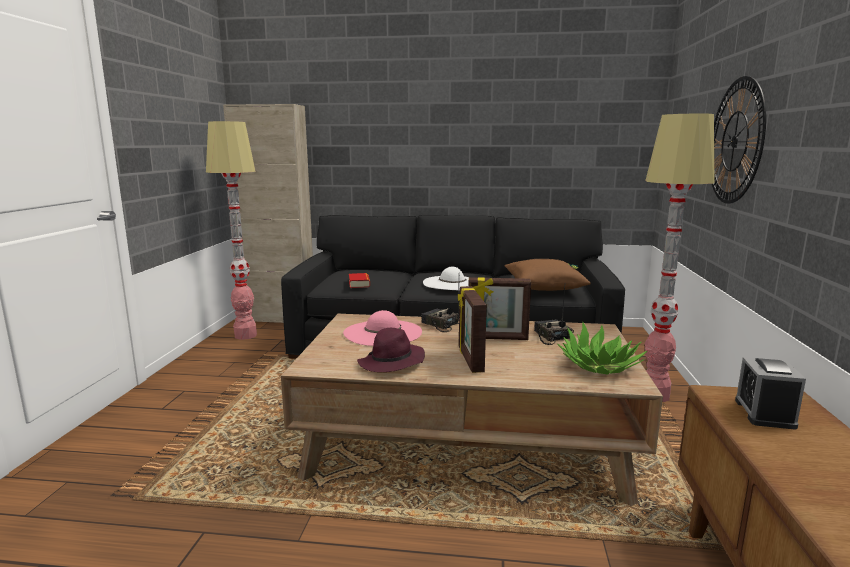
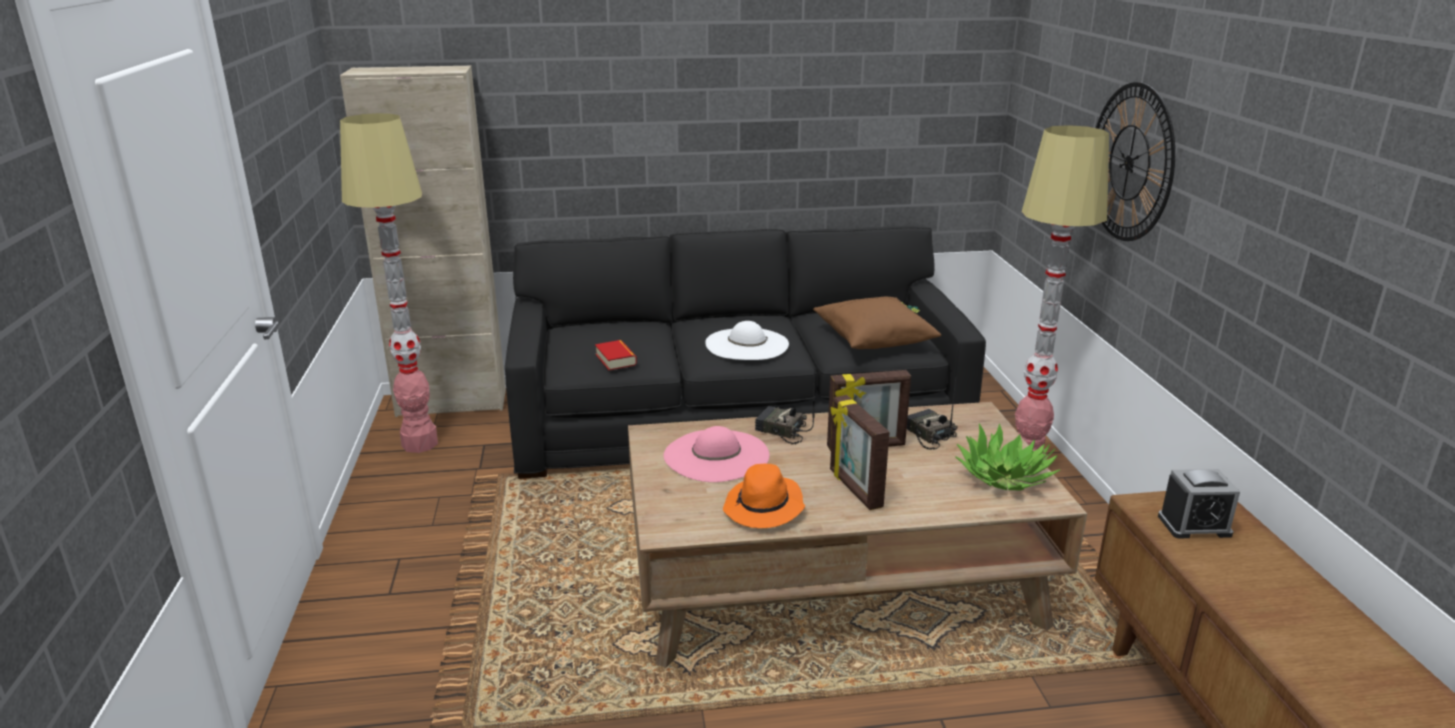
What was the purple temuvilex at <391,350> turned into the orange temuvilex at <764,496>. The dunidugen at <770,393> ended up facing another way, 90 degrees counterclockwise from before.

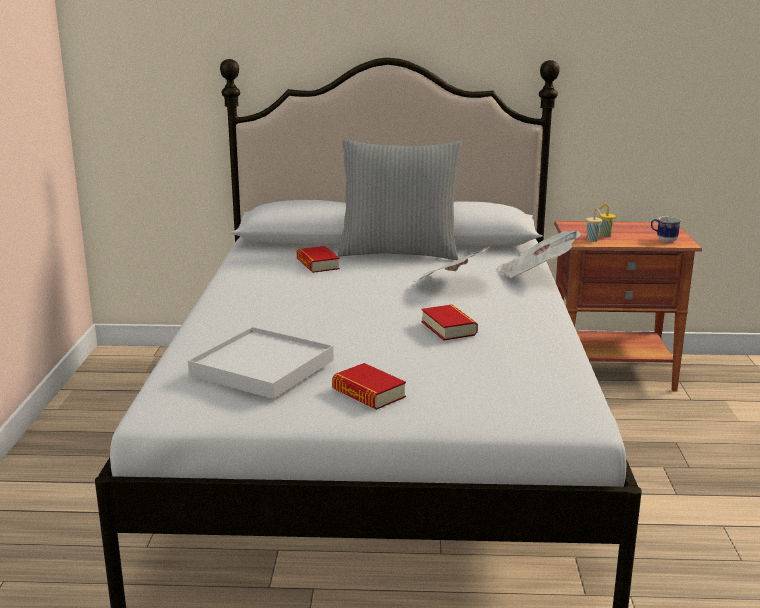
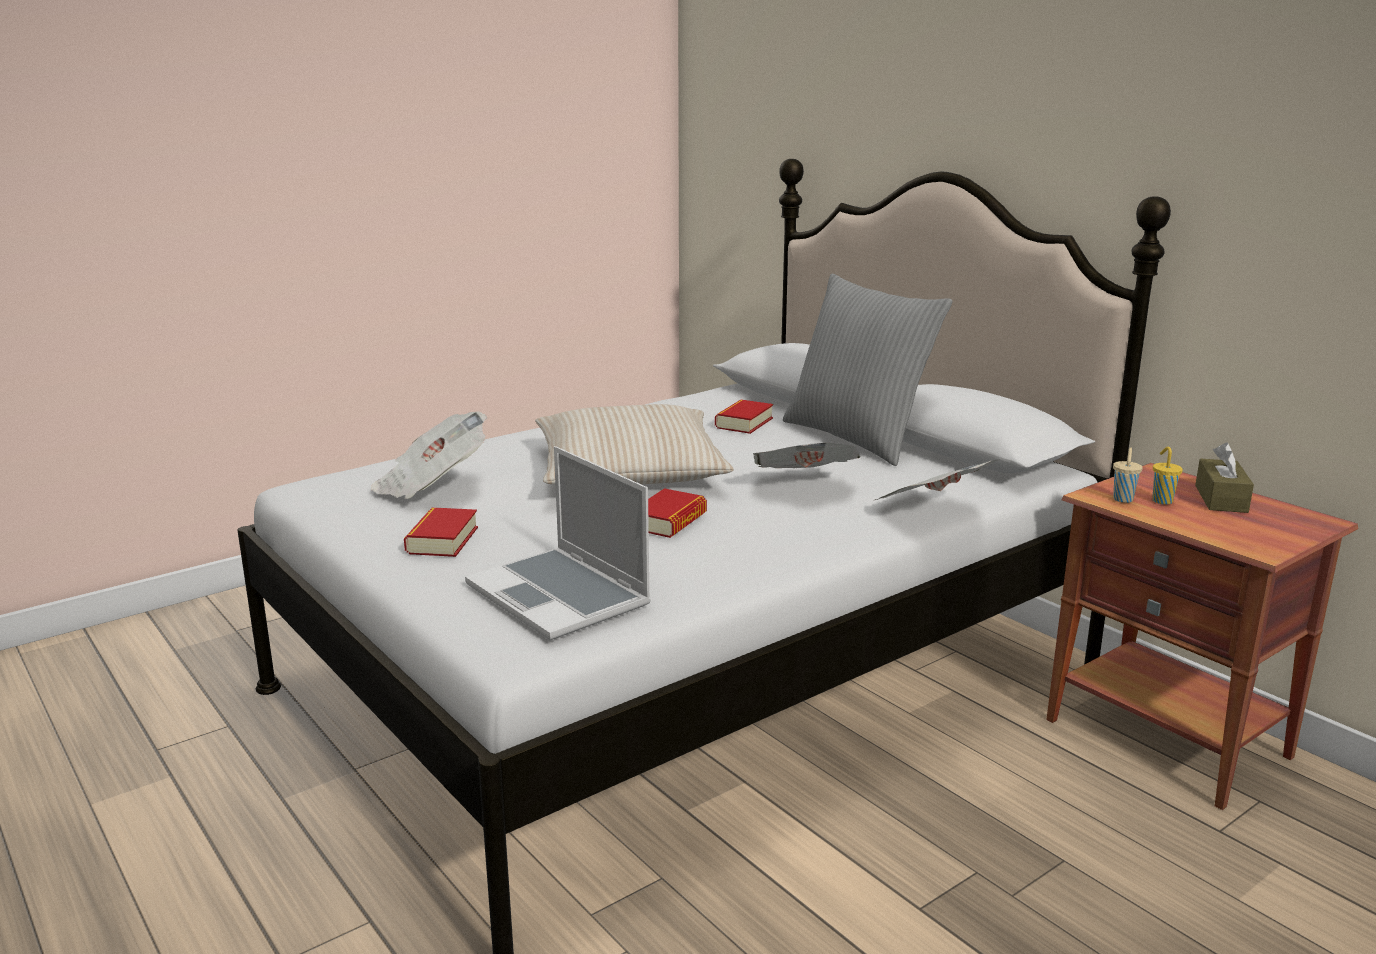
The second view lost the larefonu at <666,229>. Where the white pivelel stood at <261,363>, the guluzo came to stand at <429,455>. The second view gained the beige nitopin at <634,444>. The second view gained the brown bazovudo at <1224,477>. The second view gained the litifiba at <558,543>.

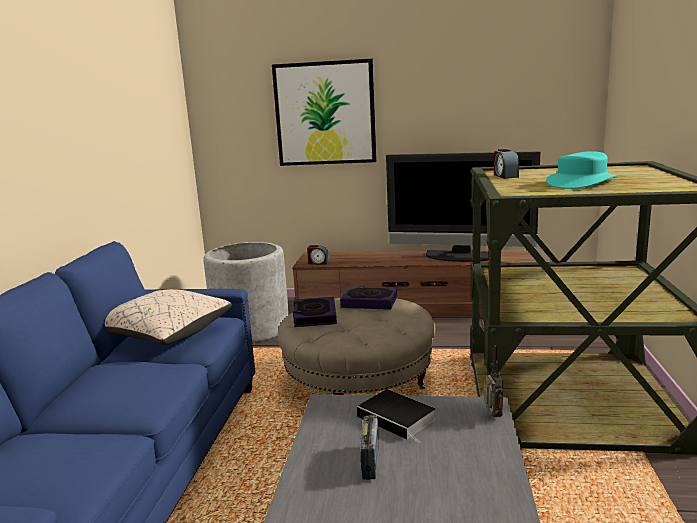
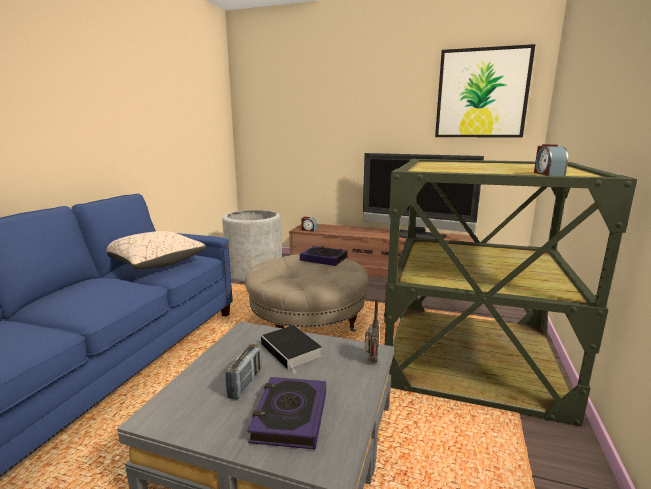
The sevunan ended up elsewhere, having gone from <324,112> to <485,91>. The dunidugen ended up elsewhere, having gone from <506,164> to <551,160>. The second view lost the turquoise temuvilex at <582,170>. The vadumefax ended up elsewhere, having gone from <315,312> to <287,413>.

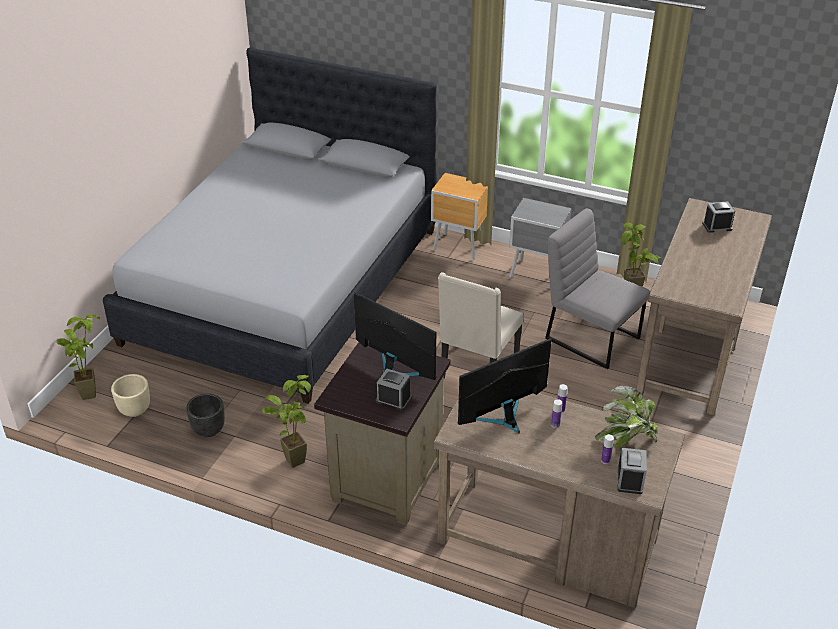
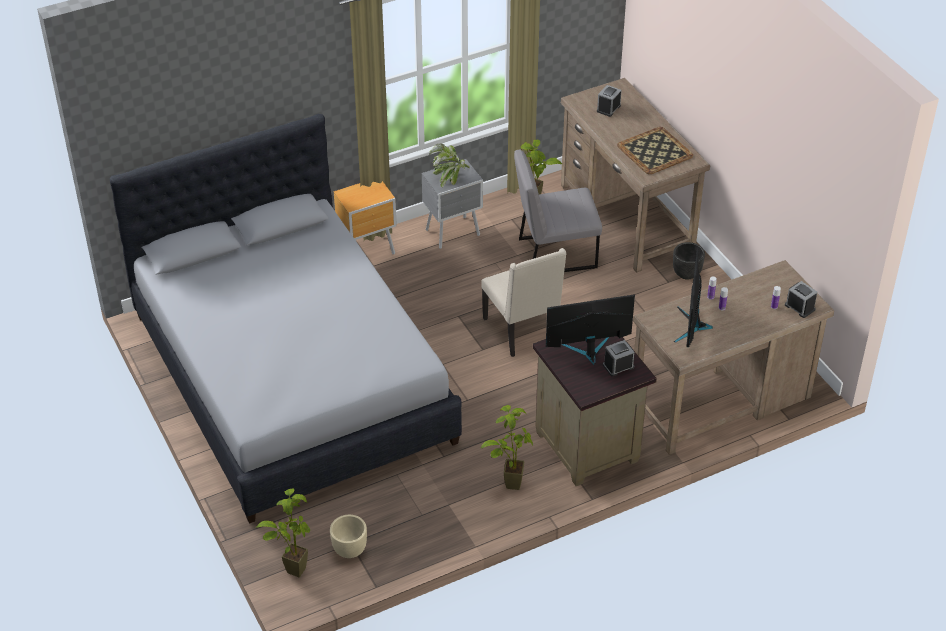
The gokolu ended up elsewhere, having gone from <627,417> to <449,165>. The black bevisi ended up elsewhere, having gone from <205,415> to <689,261>. The second view gained the pivelel at <655,150>.

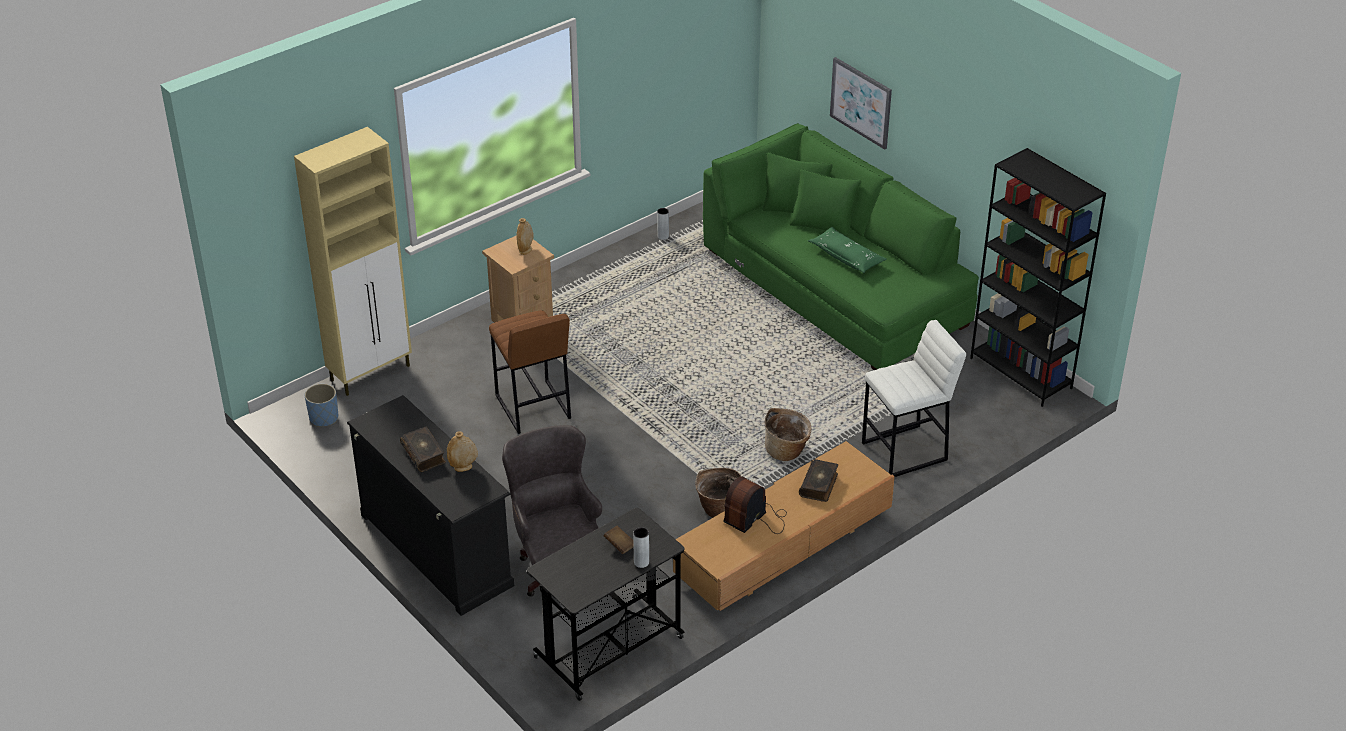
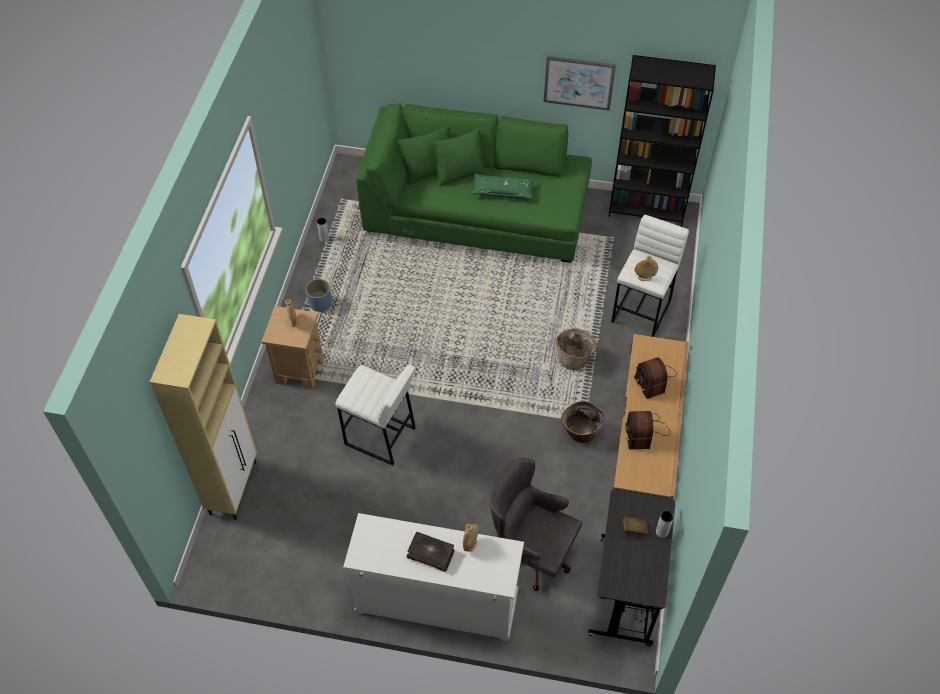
The sevunan ended up elsewhere, having gone from <861,103> to <579,83>. What was the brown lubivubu at <530,372> turned into the white lubivubu at <376,415>. The blue bevisi ended up elsewhere, having gone from <321,405> to <319,295>. What was the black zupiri at <430,505> turned into the white zupiri at <433,577>. Where the vadumefax stood at <818,480>, the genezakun came to stand at <655,378>. The second view gained the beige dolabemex at <646,268>.

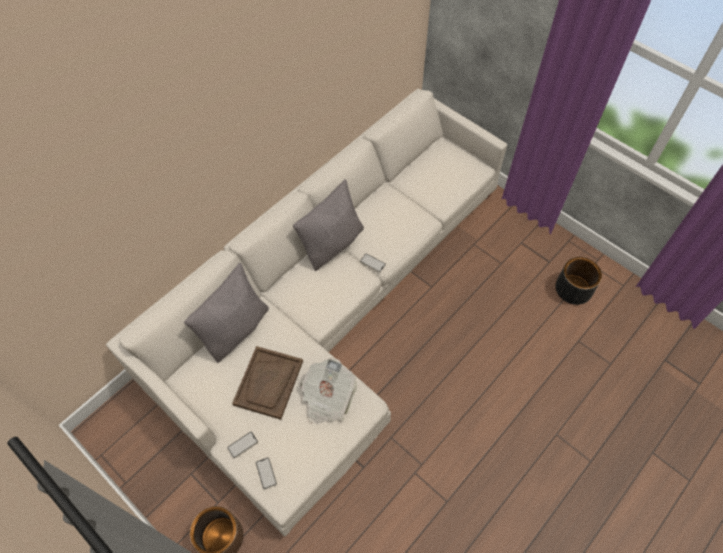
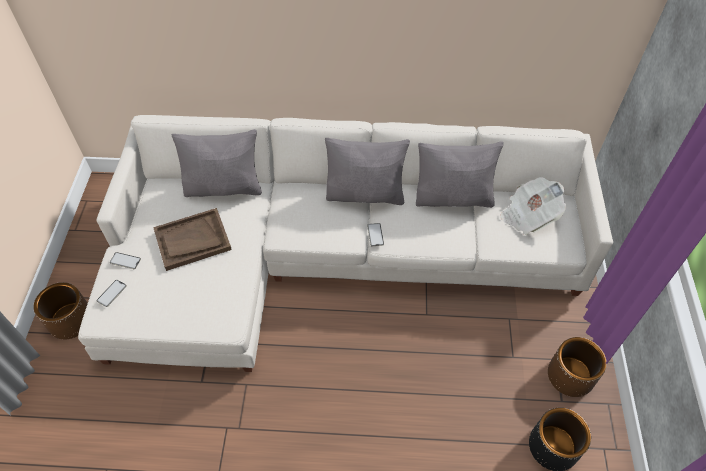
The guluzo ended up elsewhere, having gone from <328,391> to <533,206>. The second view gained the grey nitopin at <460,174>. The second view gained the brown bevisi at <577,367>.

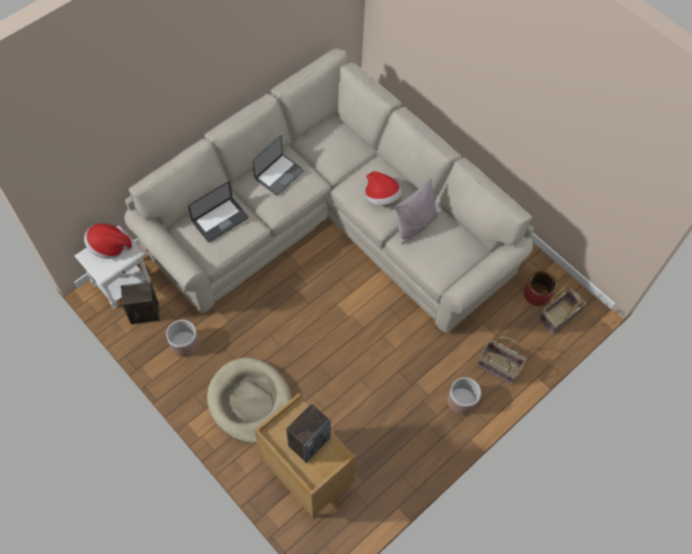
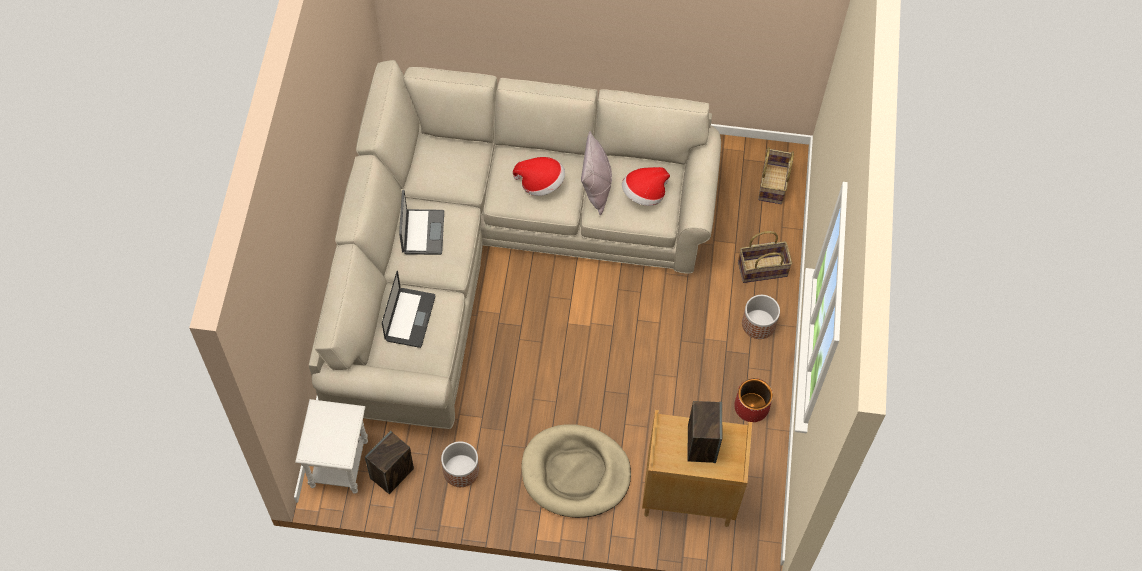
The temuvilex ended up elsewhere, having gone from <108,241> to <646,186>. The red bevisi ended up elsewhere, having gone from <540,288> to <753,400>.

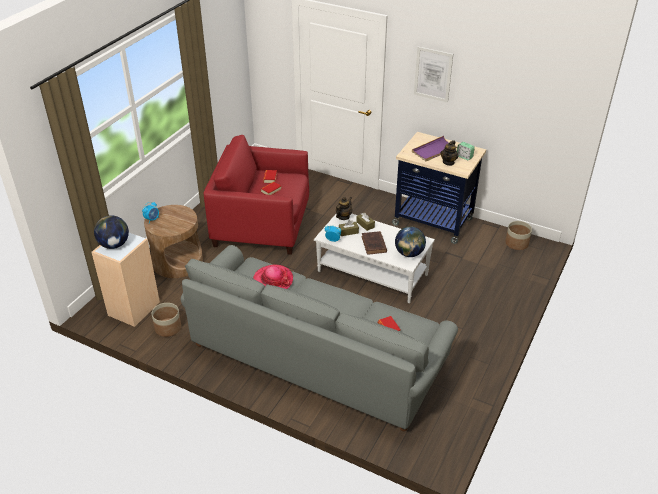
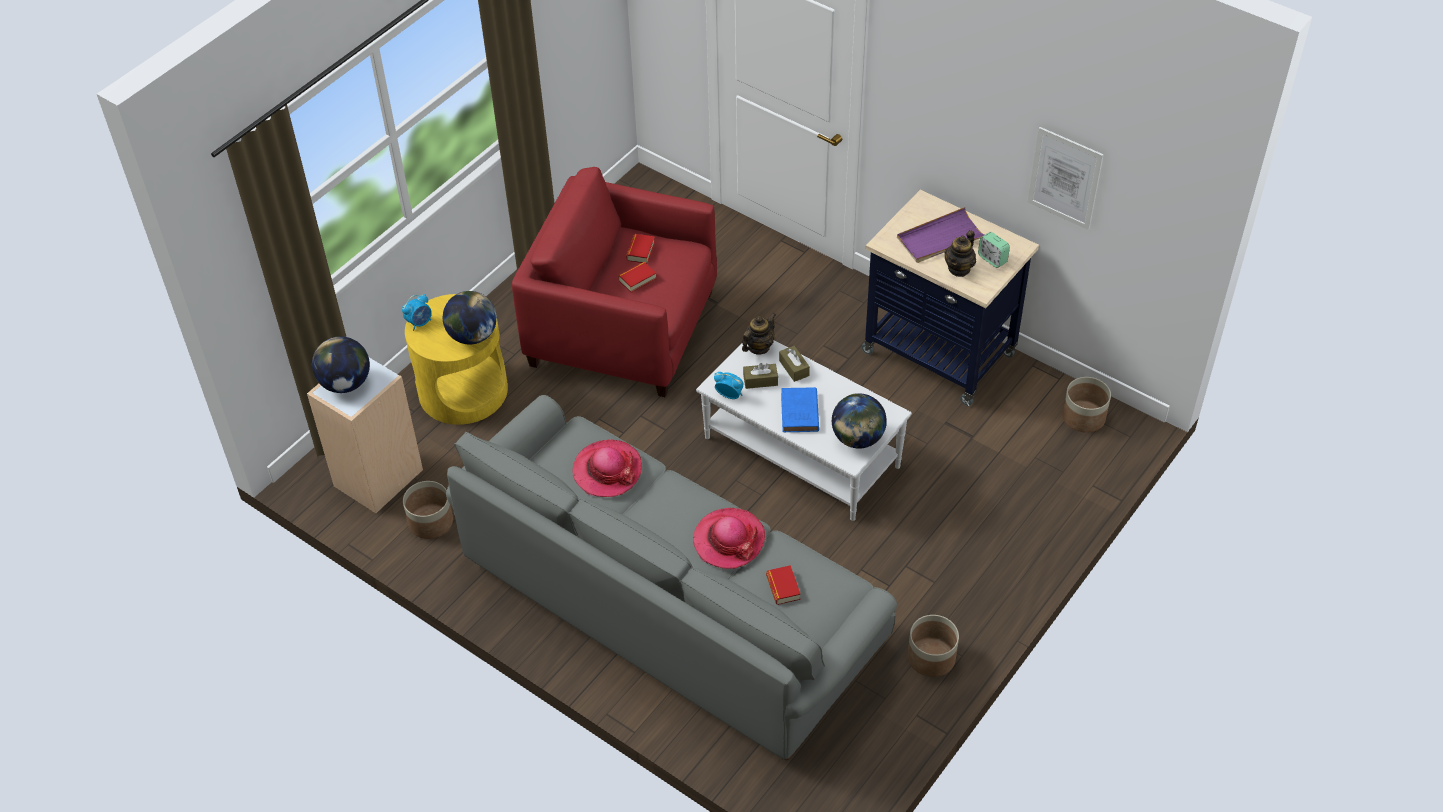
The sevunan ended up elsewhere, having gone from <433,74> to <1066,178>. What was the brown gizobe at <173,241> turned into the yellow gizobe at <456,359>. What was the brown vadumefax at <374,243> turned into the blue vadumefax at <800,409>. The second view gained the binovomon at <470,318>. The second view gained the temuvilex at <729,538>. The second view gained the bevisi at <933,646>.

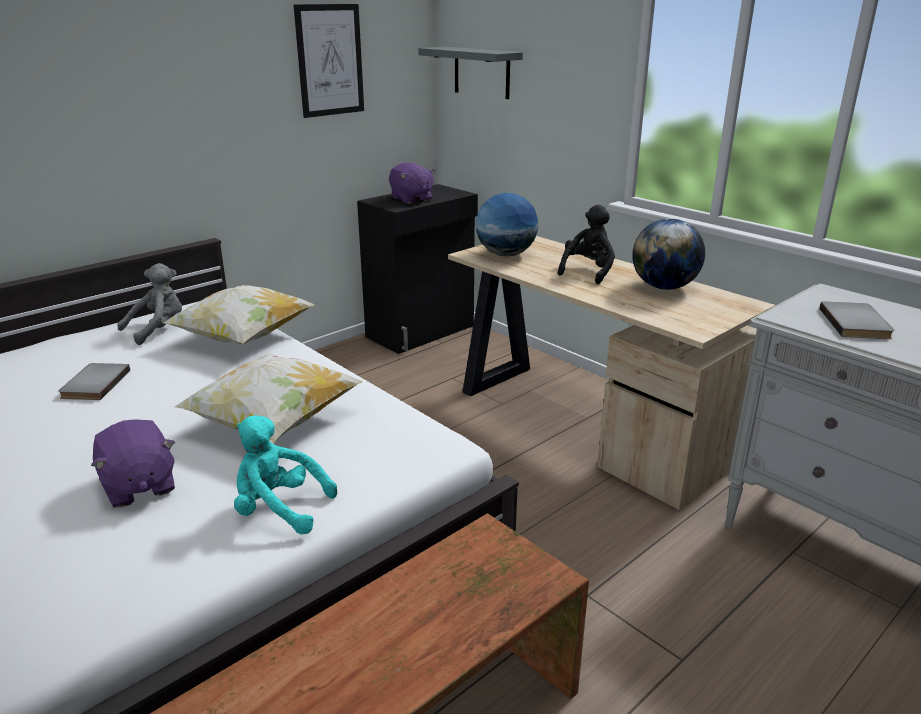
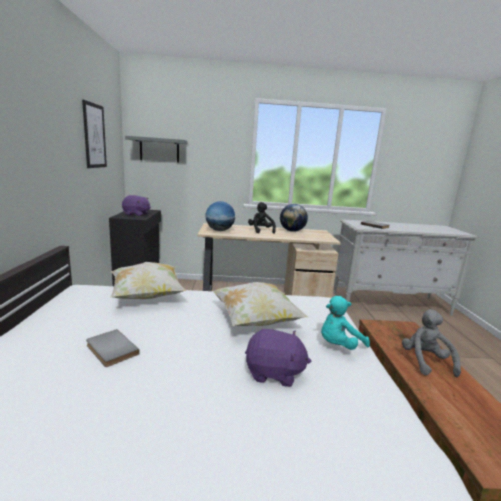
The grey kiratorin ended up elsewhere, having gone from <149,304> to <431,343>.

